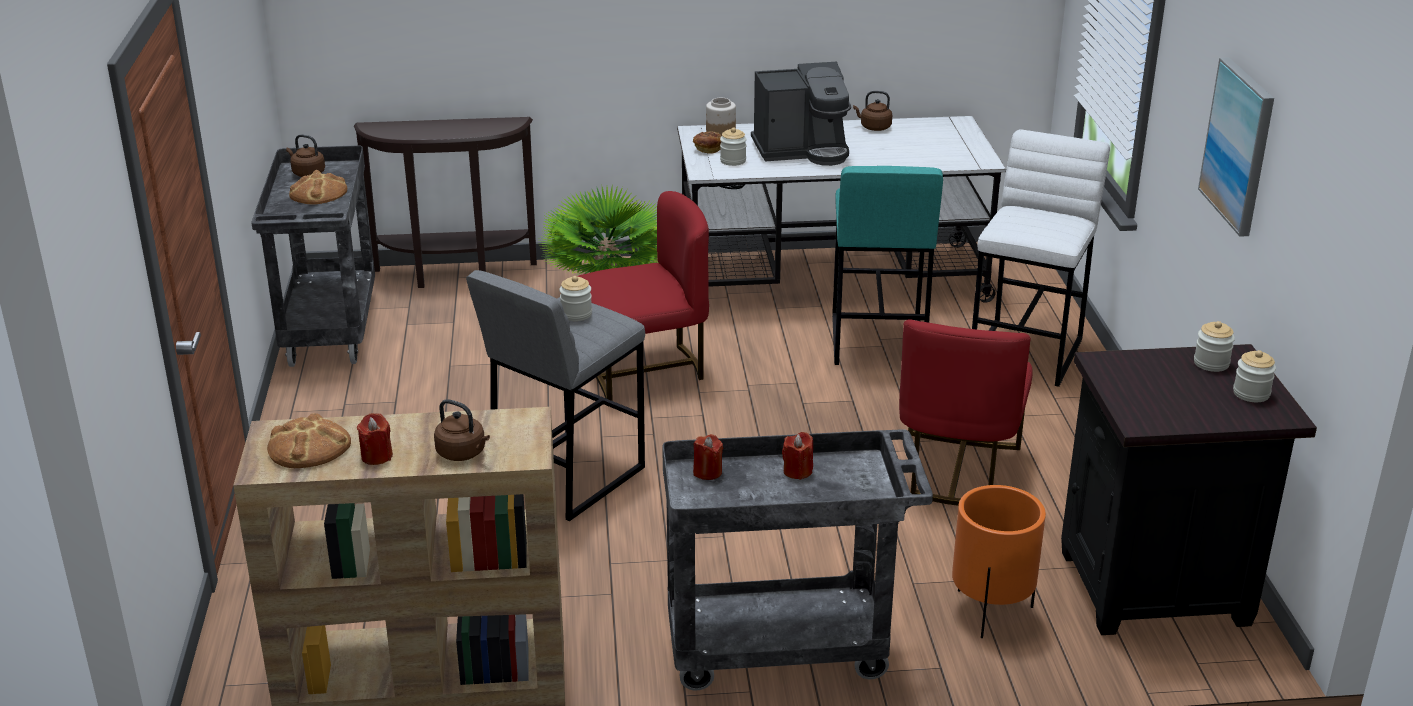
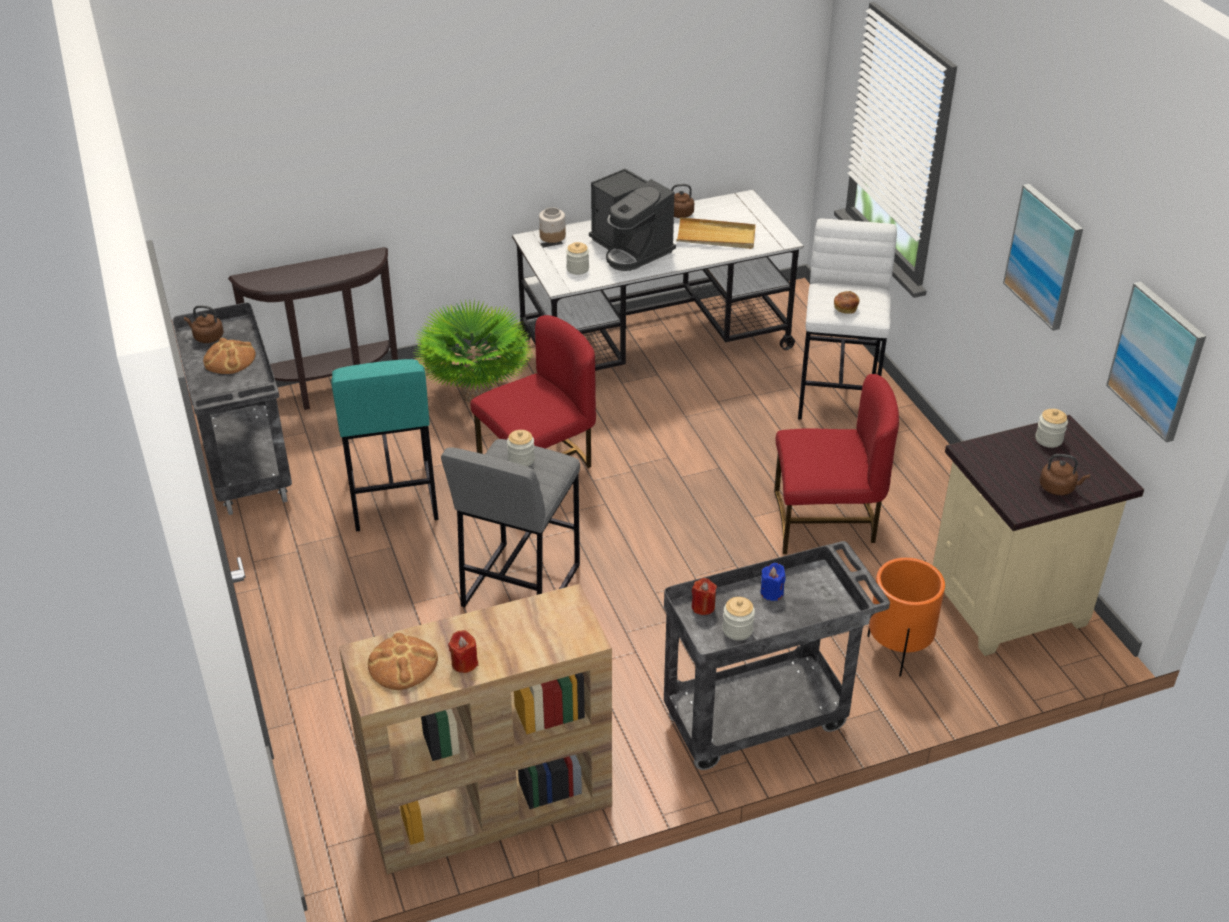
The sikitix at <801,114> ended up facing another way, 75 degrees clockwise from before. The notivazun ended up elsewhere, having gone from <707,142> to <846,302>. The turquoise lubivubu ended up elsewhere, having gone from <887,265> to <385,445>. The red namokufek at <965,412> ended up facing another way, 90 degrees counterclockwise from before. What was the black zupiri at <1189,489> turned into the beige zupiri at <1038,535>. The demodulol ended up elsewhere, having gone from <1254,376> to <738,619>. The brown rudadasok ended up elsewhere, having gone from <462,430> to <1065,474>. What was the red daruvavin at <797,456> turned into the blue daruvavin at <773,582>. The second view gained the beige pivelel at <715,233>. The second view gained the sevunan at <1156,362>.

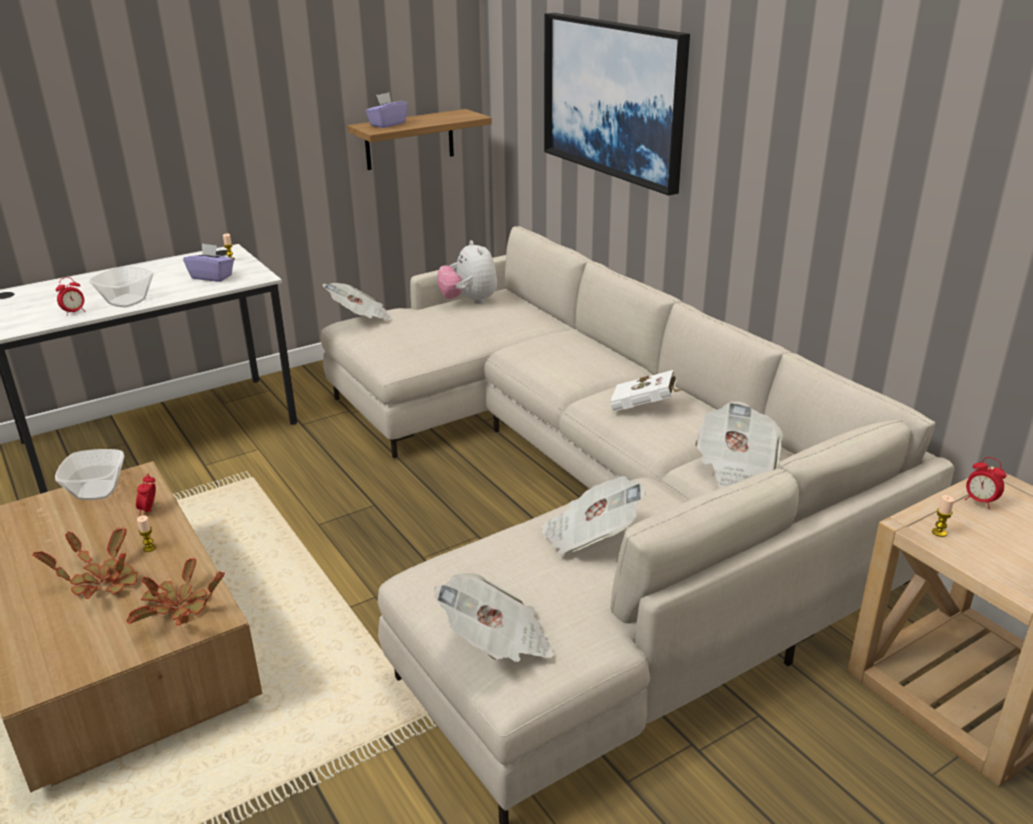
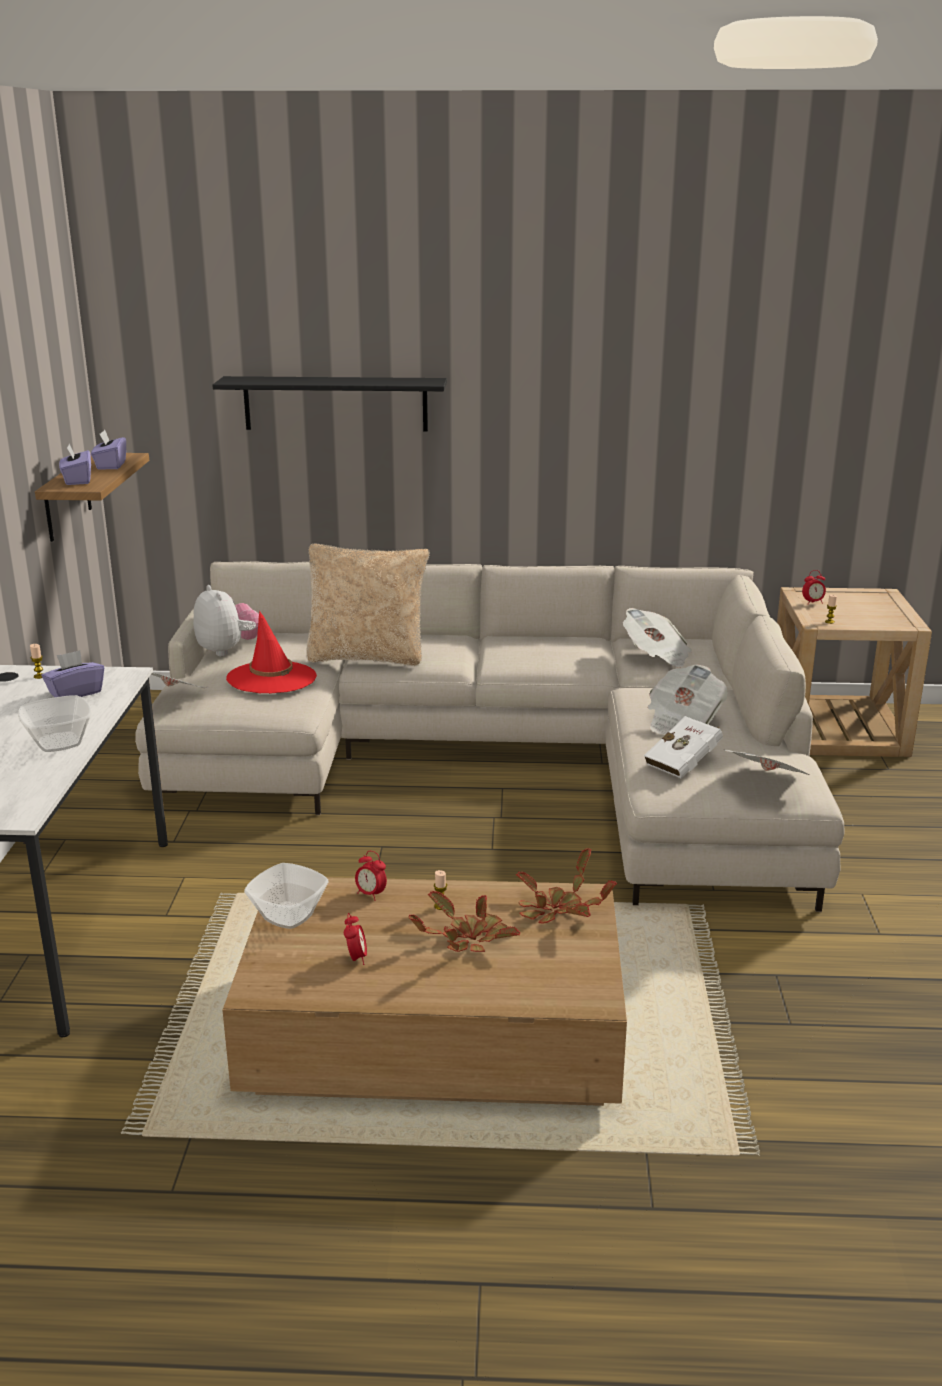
Where the sevunan hung at <617,104>, the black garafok came to hang at <329,403>. The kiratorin at <467,272> ended up facing another way, 135 degrees counterclockwise from before. The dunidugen ended up elsewhere, having gone from <70,296> to <355,939>. The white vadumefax ended up elsewhere, having gone from <646,390> to <683,747>. The second view gained the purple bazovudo at <108,449>. The second view gained the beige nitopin at <368,604>. The second view gained the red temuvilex at <271,652>.

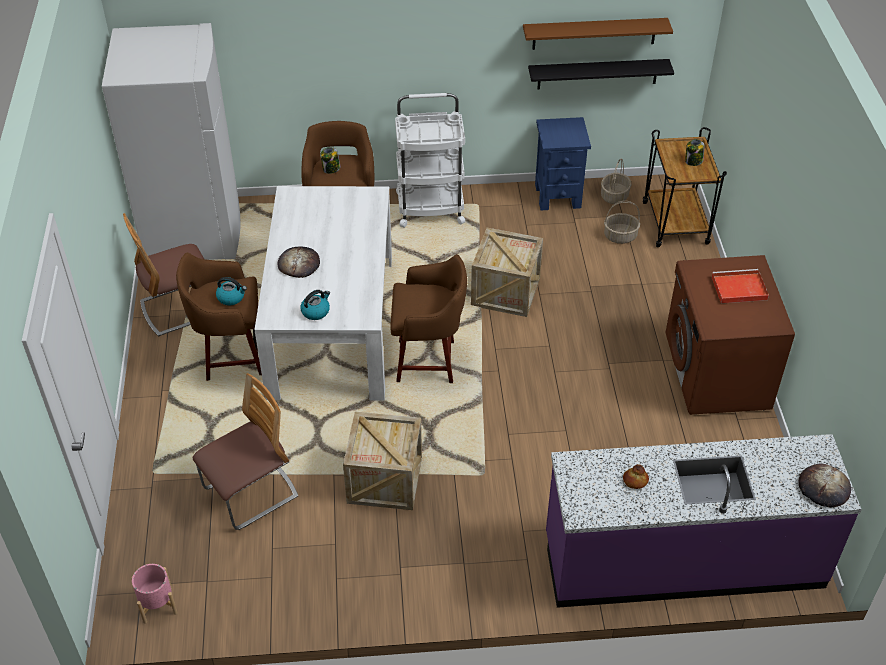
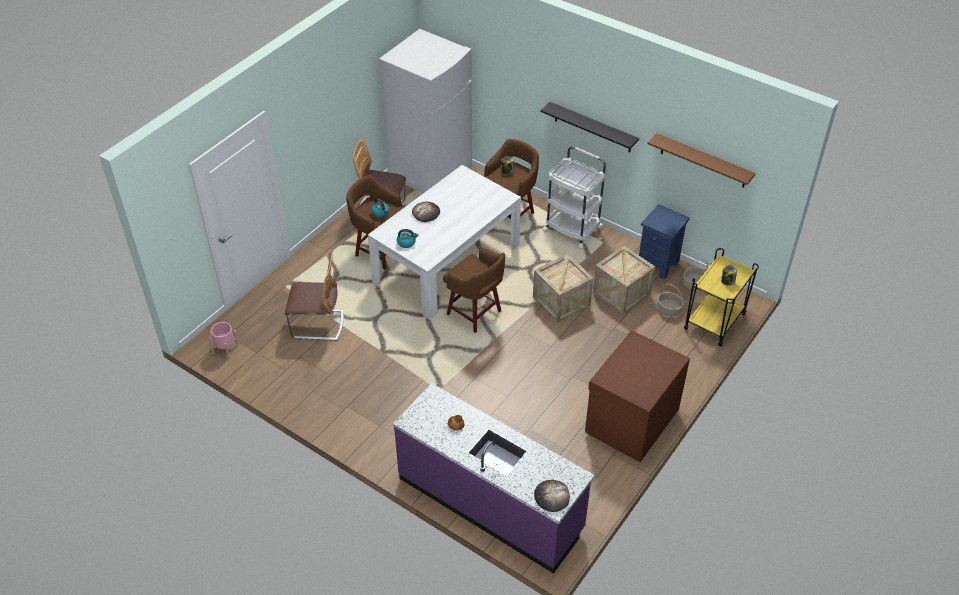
The black garafok ended up elsewhere, having gone from <601,74> to <589,127>. What was the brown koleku at <685,187> turned into the yellow koleku at <721,297>. The second view lost the red pivelel at <740,286>. The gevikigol ended up elsewhere, having gone from <382,461> to <624,280>.

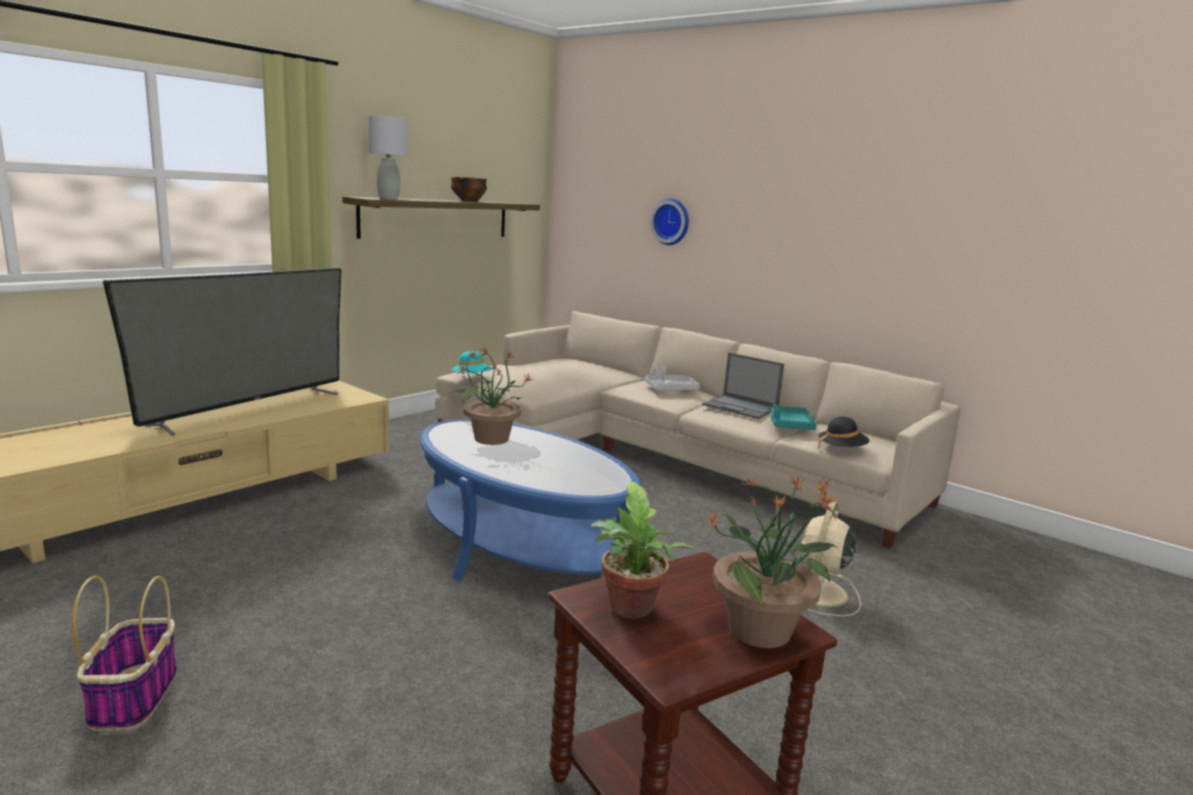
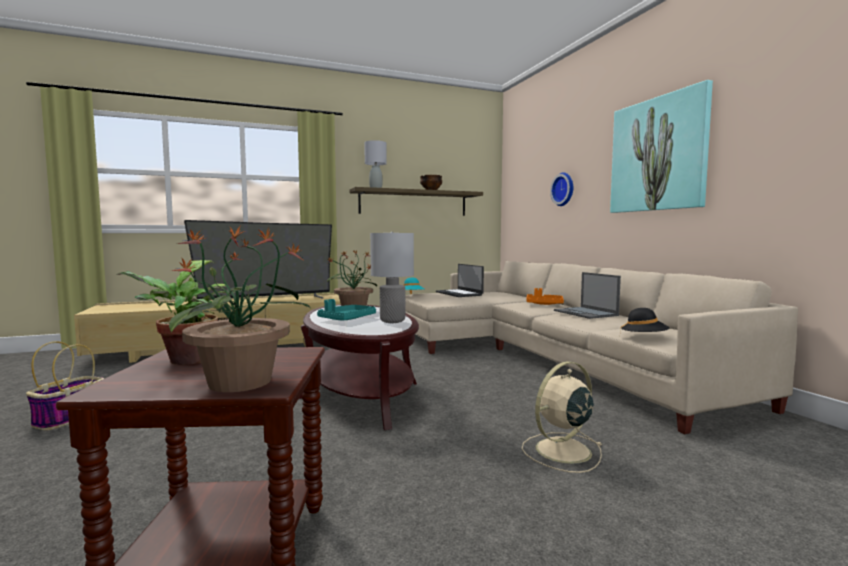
What was the grey pivelel at <672,379> turned into the orange pivelel at <545,296>. The turquoise pivelel ended up elsewhere, having gone from <793,417> to <346,309>. What was the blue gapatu at <530,500> turned into the brown gapatu at <359,367>. The second view gained the sevunan at <661,146>. The second view gained the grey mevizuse at <392,277>. The second view gained the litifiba at <460,280>.

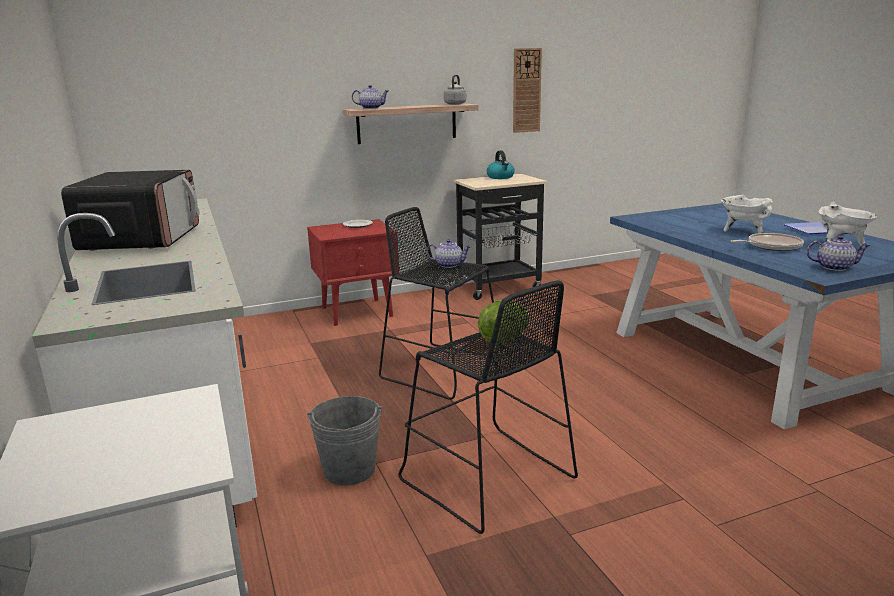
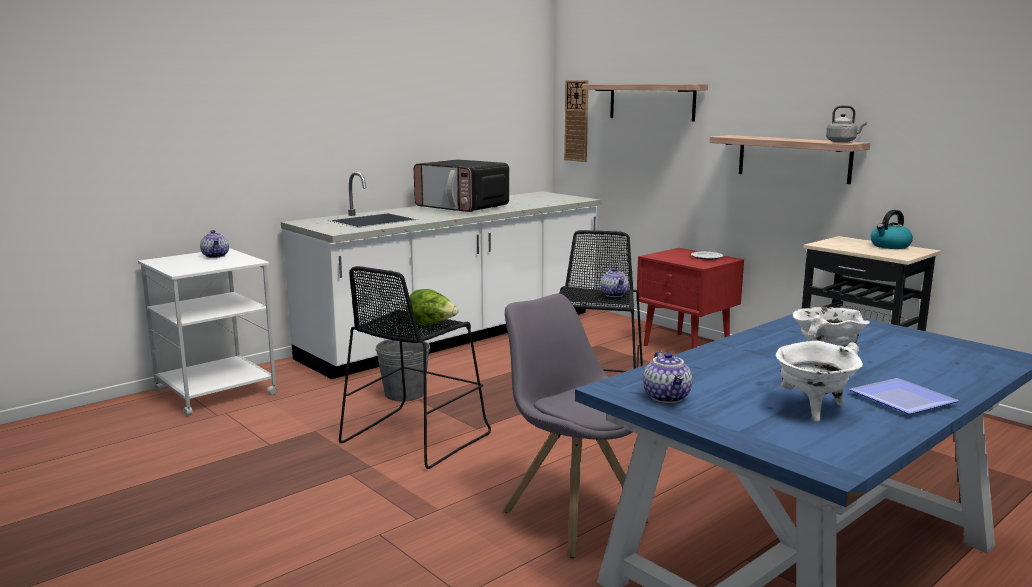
The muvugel ended up elsewhere, having gone from <527,90> to <576,121>. The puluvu ended up elsewhere, having gone from <370,97> to <214,244>. The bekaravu at <130,210> ended up facing another way, 60 degrees clockwise from before. The second view lost the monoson at <767,242>. The second view gained the garafok at <645,102>. The second view gained the grey namokufek at <576,426>.

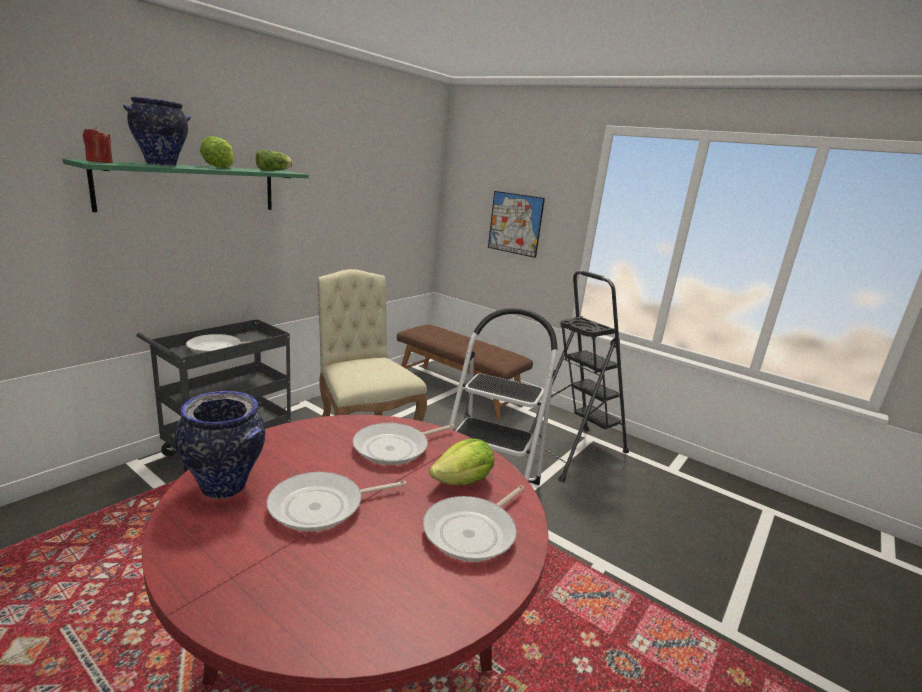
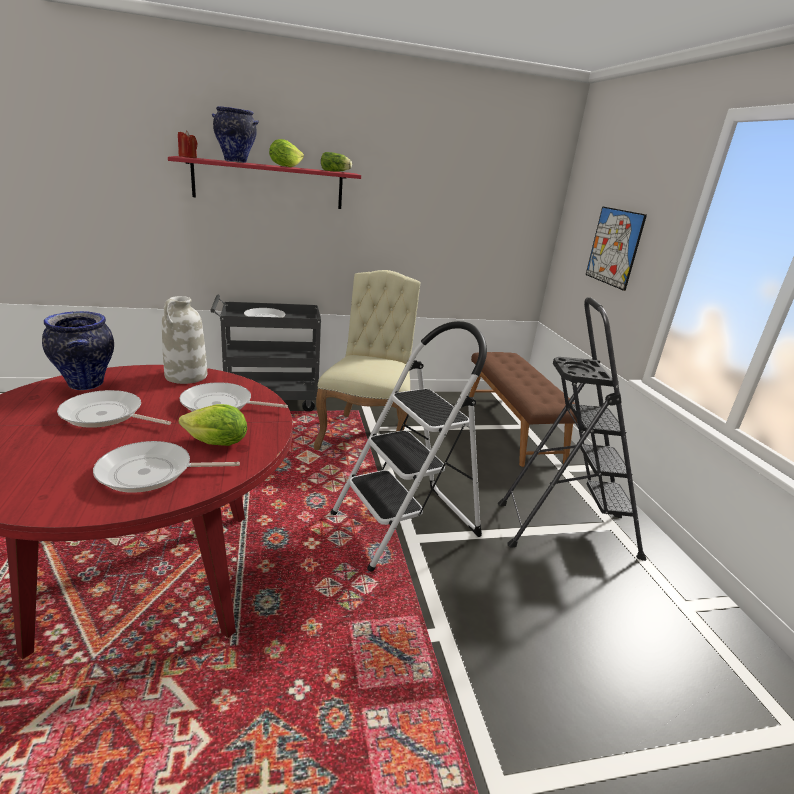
What was the green garafok at <186,185> turned into the red garafok at <264,182>. The second view gained the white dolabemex at <185,340>.

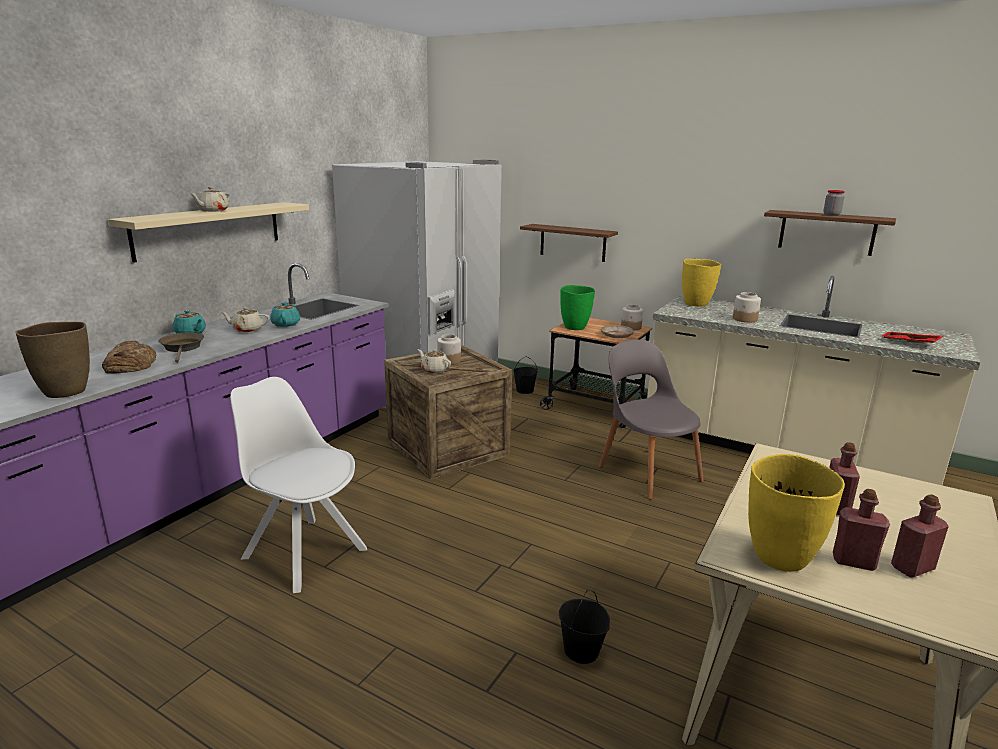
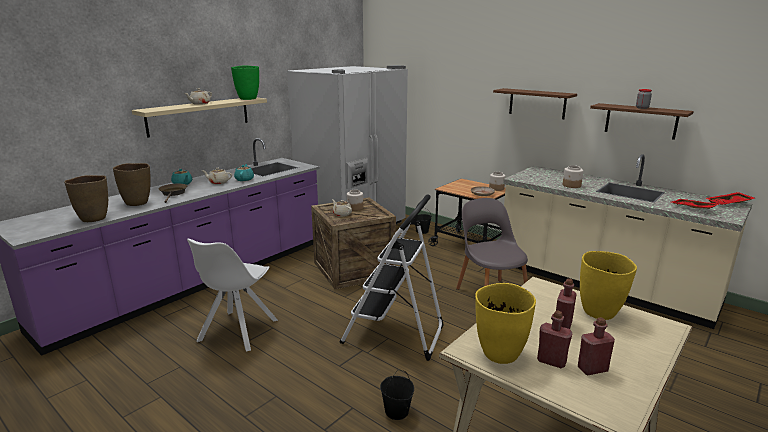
The brown garafok ended up elsewhere, having gone from <569,243> to <535,103>. The yellow dolabemex ended up elsewhere, having gone from <701,283> to <608,285>. The green dolabemex ended up elsewhere, having gone from <577,307> to <245,82>. Where the notivazun stood at <129,357>, the brown dolabemex came to stand at <132,184>. The white namokufek at <298,485> ended up facing another way, 120 degrees counterclockwise from before. The second view gained the red pivelel at <730,198>. The second view gained the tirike at <391,277>.

